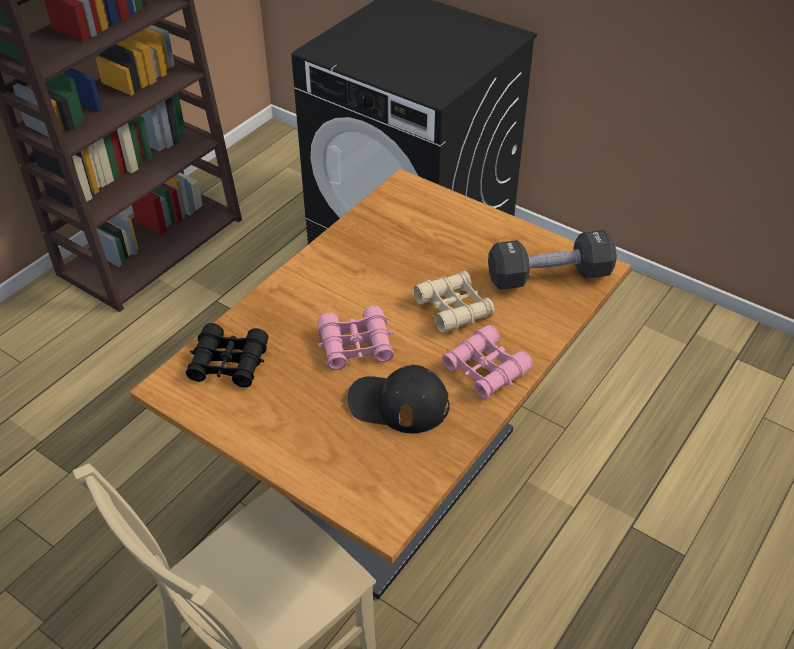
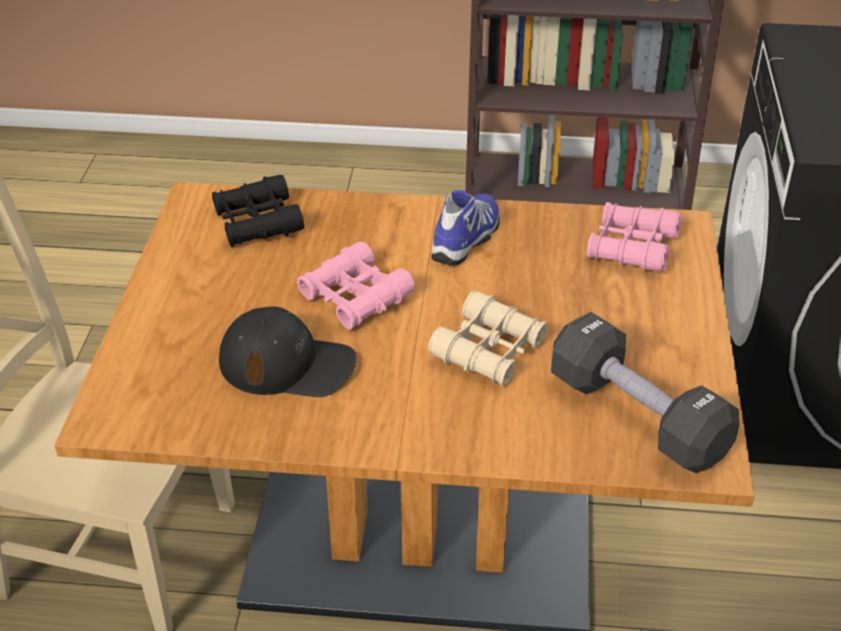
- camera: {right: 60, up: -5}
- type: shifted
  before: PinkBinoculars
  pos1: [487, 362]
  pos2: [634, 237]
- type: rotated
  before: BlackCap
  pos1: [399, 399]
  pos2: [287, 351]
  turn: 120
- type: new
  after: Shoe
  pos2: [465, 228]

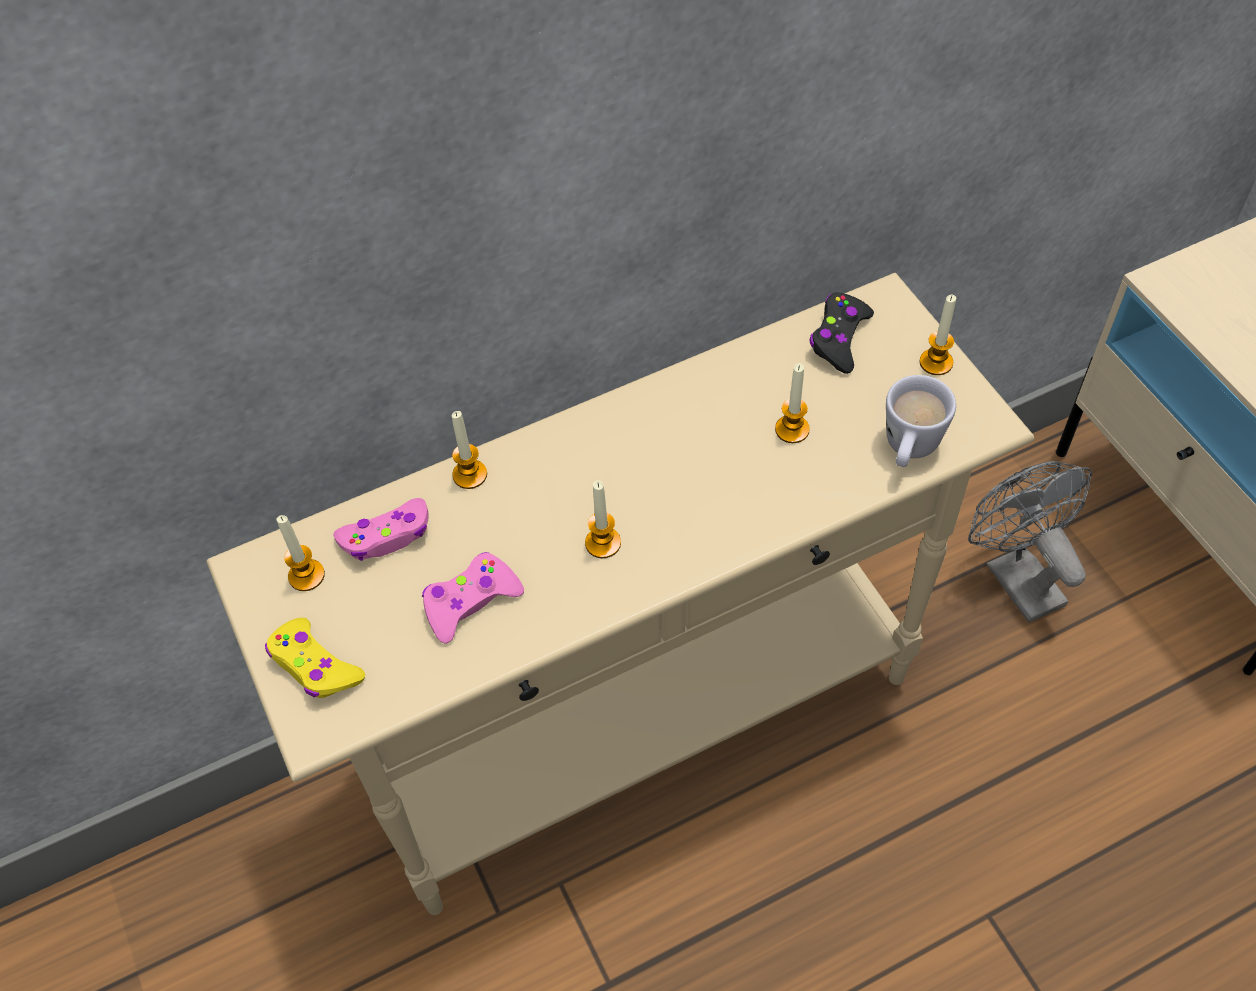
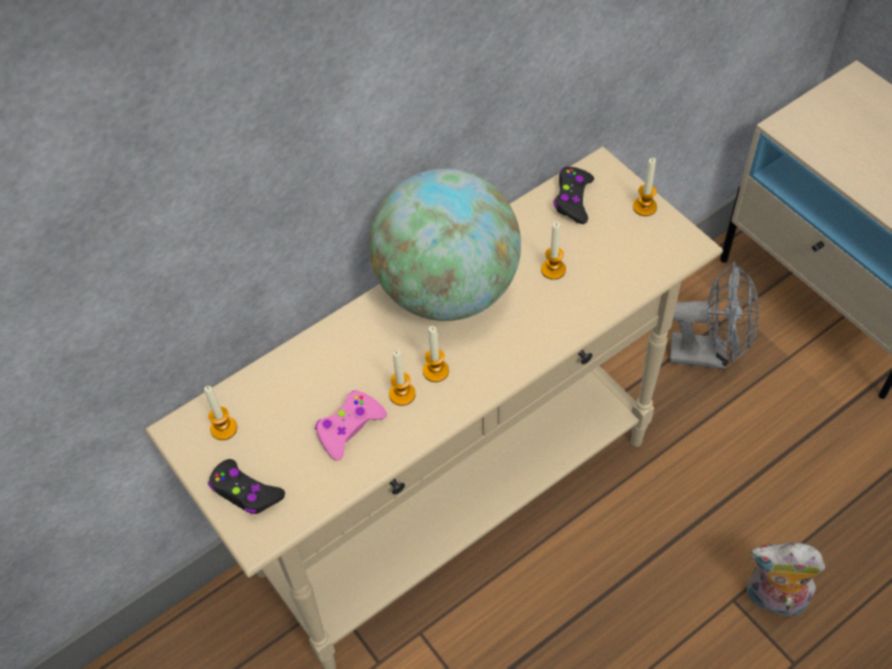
- camera: {right: -10, up: 0}
- type: gone
  before: WhiteMug
  pos1: [921, 421]
- type: shifted
  before: Candle
  pos1: [469, 450]
  pos2: [402, 378]
- type: rotated
  before: GreyFan
  pos1: [1030, 542]
  pos2: [714, 316]
  turn: 135
- type: gone
  before: PinkGameController
  pos1: [381, 529]
- type: repainted
  before: YellowGameController
  after: BlackGameController
  pos1: [315, 658]
  pos2: [246, 486]
- type: new
  after: Globe
  pos2: [445, 245]
- type: new
  after: PlushToy
  pos2: [786, 581]

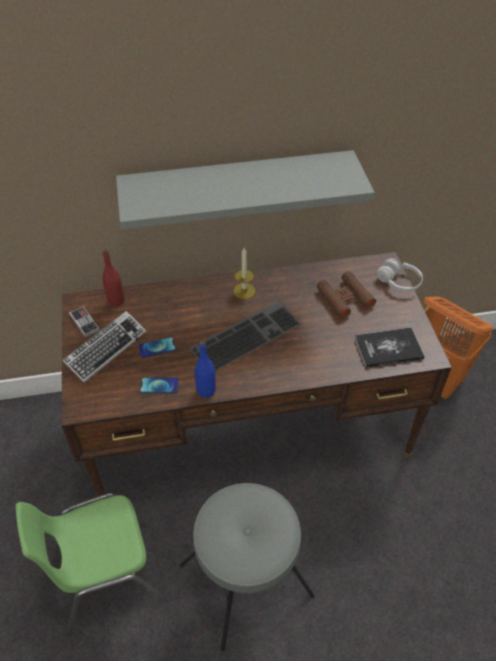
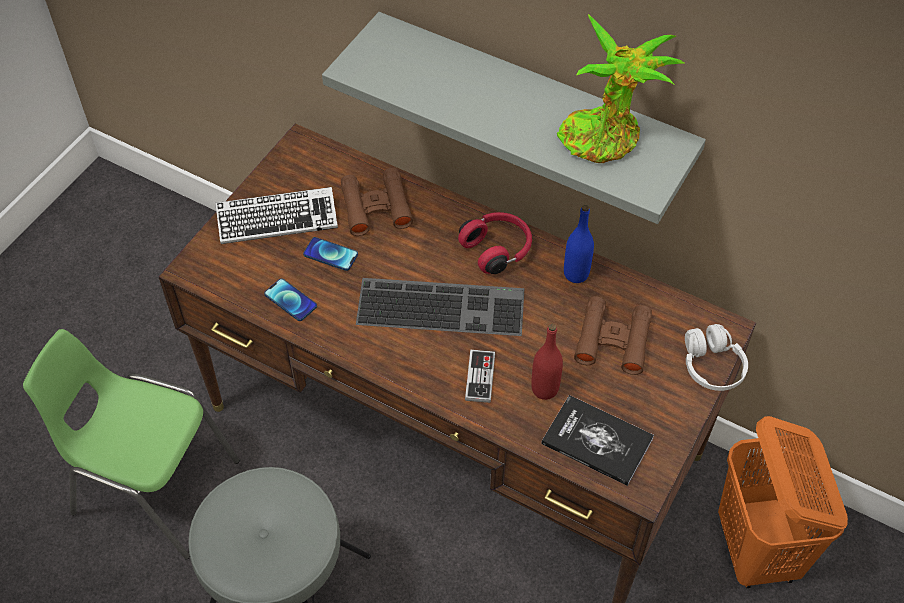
- camera: {right: 40, up: 5}
- type: swapped
  before: Candle
  after: RedHeadphones
  pos1: [244, 273]
  pos2: [495, 243]
- type: shifted
  before: RedBottle
  pos1: [113, 277]
  pos2: [547, 362]
- type: shifted
  before: GameController
  pos1: [84, 321]
  pos2: [480, 376]
- type: shifted
  before: BlueBottle
  pos1: [205, 369]
  pos2: [579, 244]
- type: new
  after: PottedPlant
  pos2: [620, 88]
- type: new
  after: BrownBinoculars
  pos2: [377, 202]

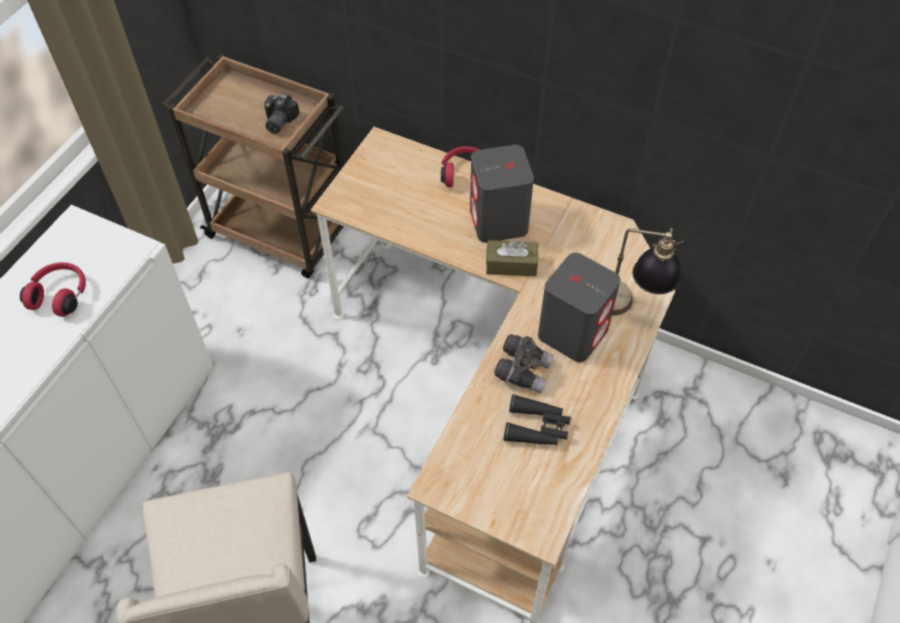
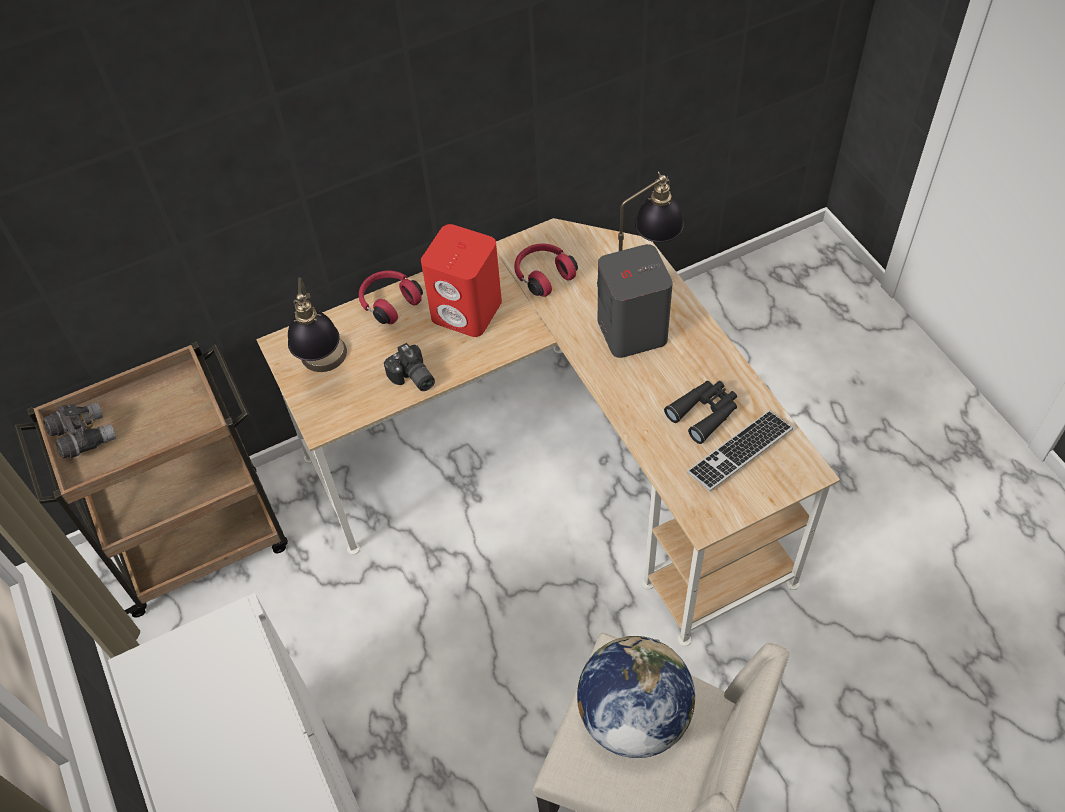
- camera: {right: -50, up: 0}
- type: shifted
  before: PhotoCamera
  pos1: [281, 114]
  pos2: [409, 367]
- type: repainted
  before: GreySpeaker
  after: RedSpeaker
  pos1: [502, 194]
  pos2: [461, 280]
- type: gone
  before: BrownTissueBox
  pos1: [512, 257]
- type: shifted
  before: RedHeadphones
  pos1: [53, 289]
  pos2: [546, 270]
- type: shifted
  before: GreyBinoculars
  pos1: [524, 363]
  pos2: [79, 431]
- type: new
  after: TableLamp
  pos2: [317, 324]
- type: new
  after: Keyboard
  pos2: [740, 450]
- type: new
  after: Globe
  pos2: [636, 697]

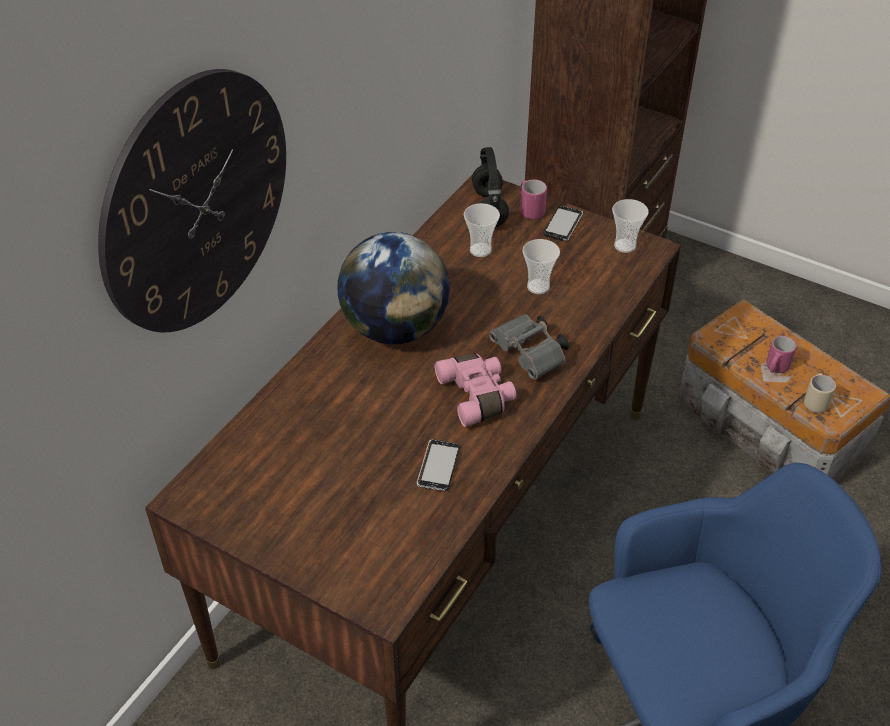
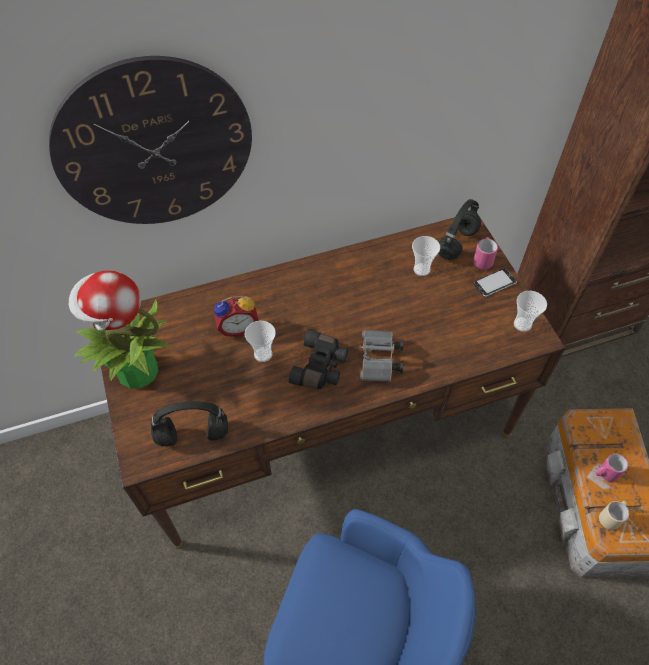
- camera: {right: 40, up: 10}
- type: gone
  before: Globe
  pos1: [394, 288]
- type: shifted
  before: Cup
  pos1: [541, 266]
  pos2: [260, 341]
- type: repainted
  before: PinkBinoculars
  after: BlackBinoculars
  pos1: [475, 390]
  pos2: [318, 359]
- type: gone
  before: Phone
  pos1: [438, 465]
- type: new
  after: PottedPlant
  pos2: [120, 330]
- type: new
  after: AlarmClock
  pos2: [236, 316]
- type: new
  after: BlackHeadphones
  pos2: [189, 423]

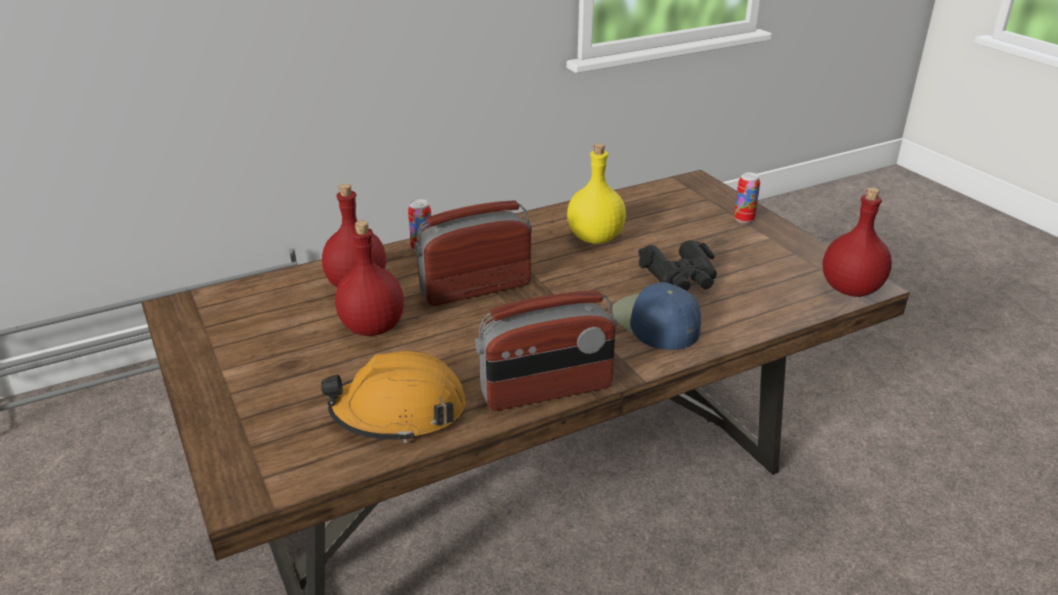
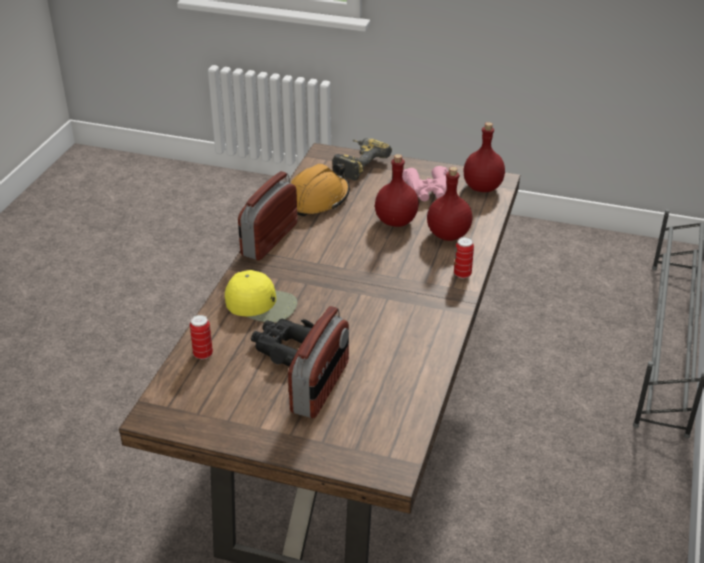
- camera: {right: 135, up: 5}
- type: gone
  before: YellowBottle
  pos1: [596, 193]
- type: shifted
  before: Can
  pos1: [747, 197]
  pos2: [201, 337]
- type: shifted
  before: RedBottle
  pos1: [857, 242]
  pos2: [484, 157]
- type: shifted
  before: Radio
  pos1: [473, 253]
  pos2: [318, 362]
- type: repainted
  before: BlueCap
  after: YellowCap
  pos1: [656, 316]
  pos2: [261, 296]
- type: new
  after: PowerDrill
  pos2: [362, 159]
- type: new
  after: PinkBinoculars
  pos2: [425, 183]

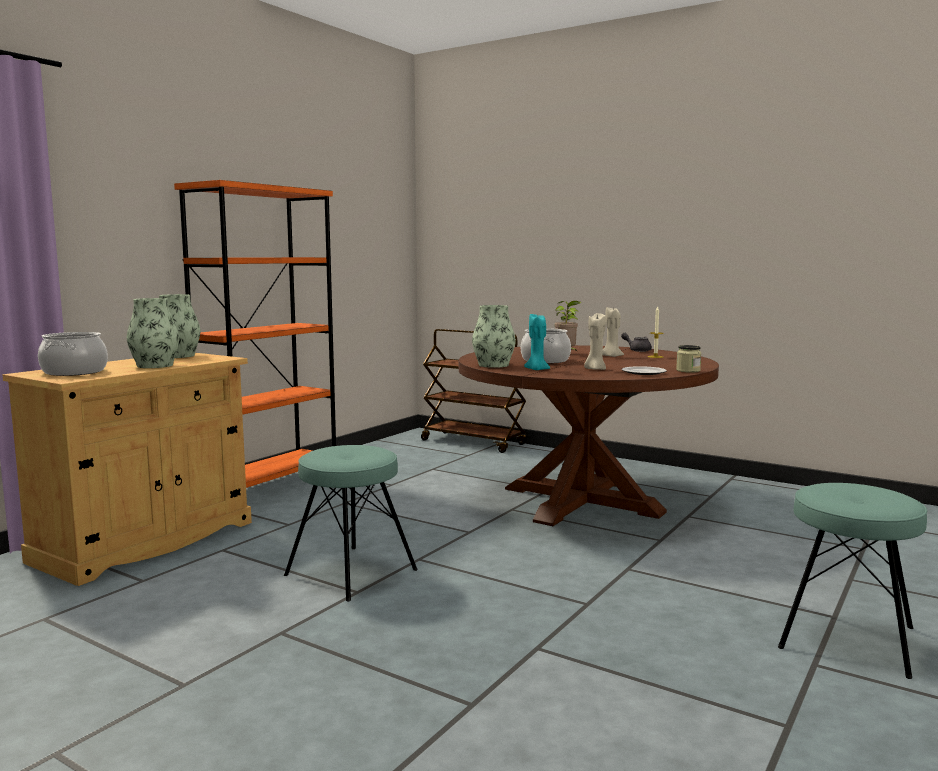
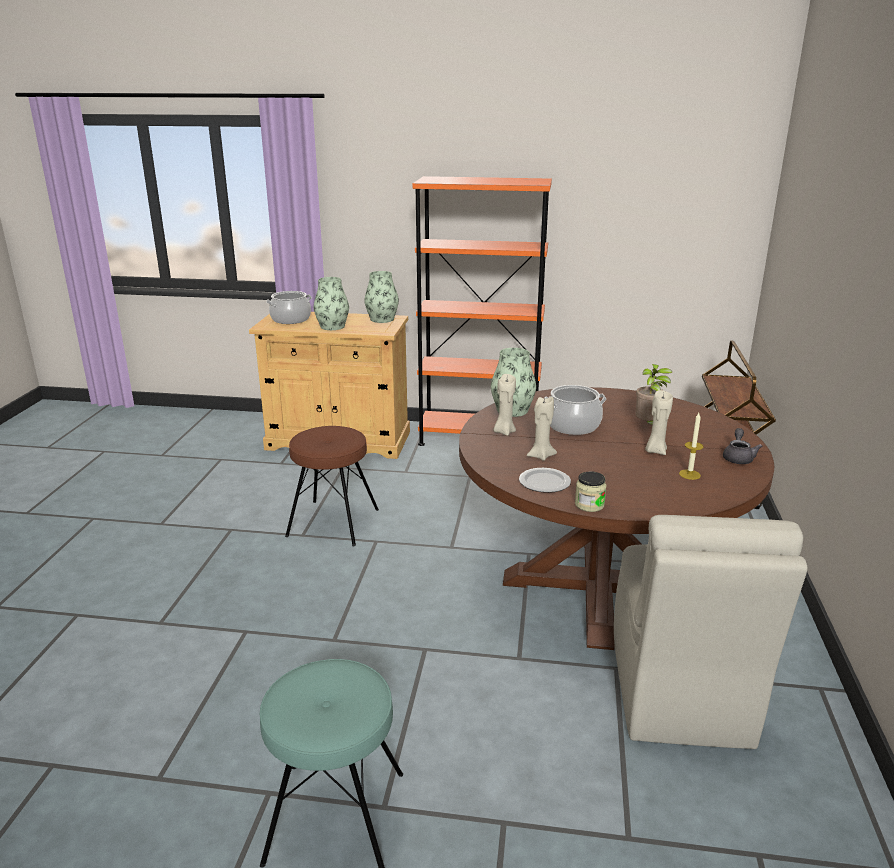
- camera: {right: 65, up: 15}
- type: repainted
  before: TurquoiseCandle
  after: BeigeCandle
  pos1: [537, 342]
  pos2: [505, 405]
- type: repainted
  before: TurquoiseStool
  after: BrownStool
  pos1: [350, 523]
  pos2: [332, 486]
- type: new
  after: BeigeChair
  pos2: [711, 632]

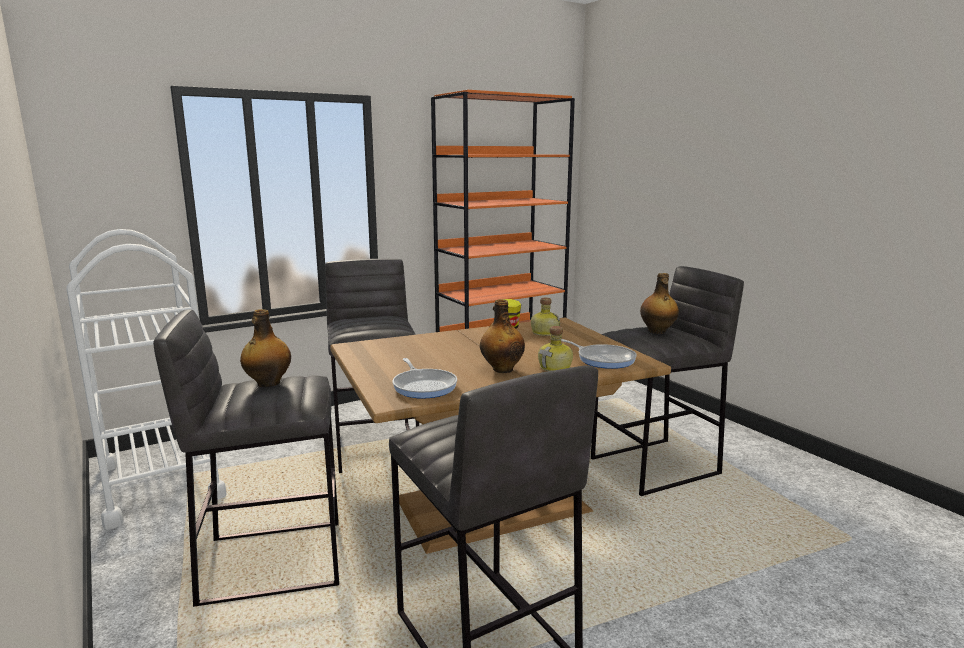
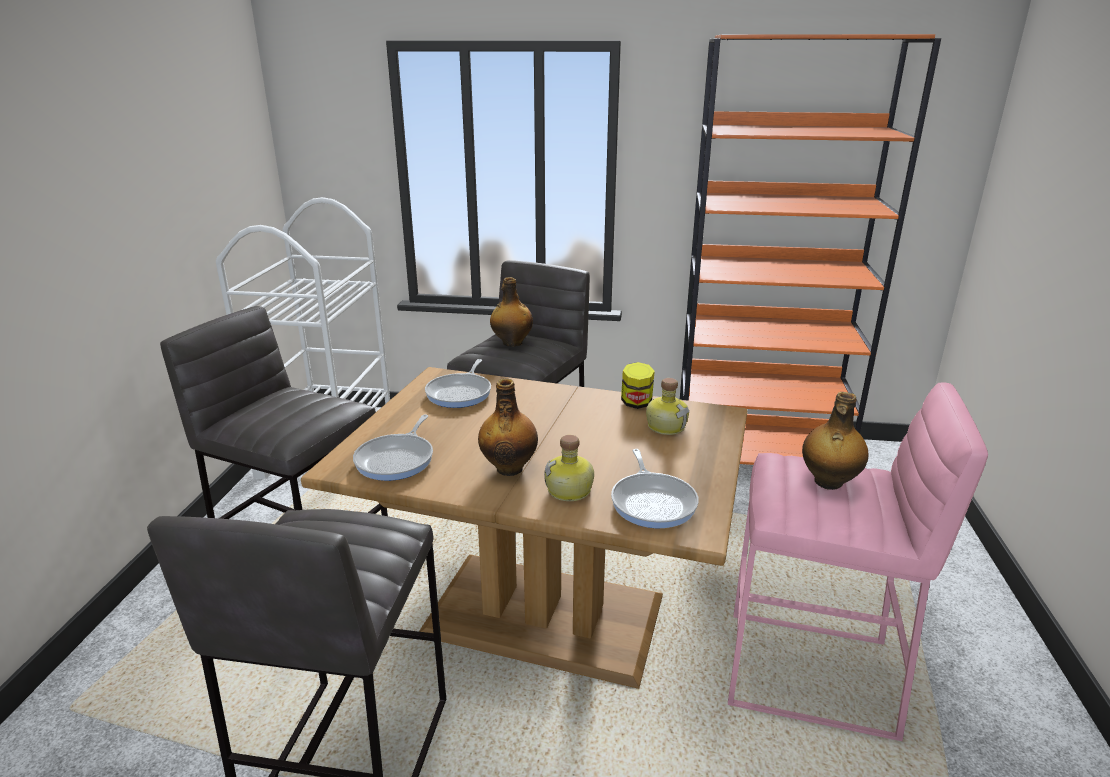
- camera: {right: 40, up: 10}
- type: repainted
  before: GreyStool
  after: PinkStool
  pos1: [667, 381]
  pos2: [858, 561]
- type: shifted
  before: Bottle
  pos1: [265, 348]
  pos2: [511, 312]
- type: new
  after: FryingPan
  pos2: [458, 383]

